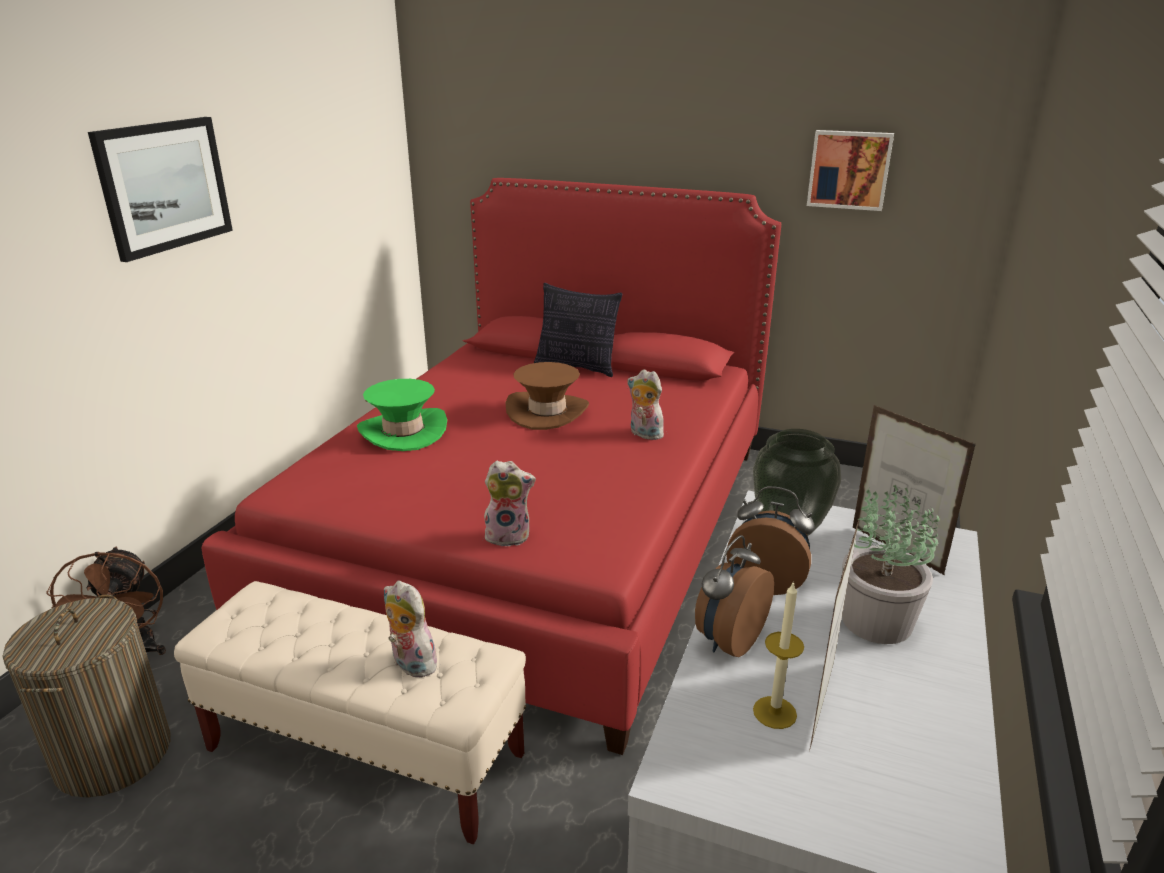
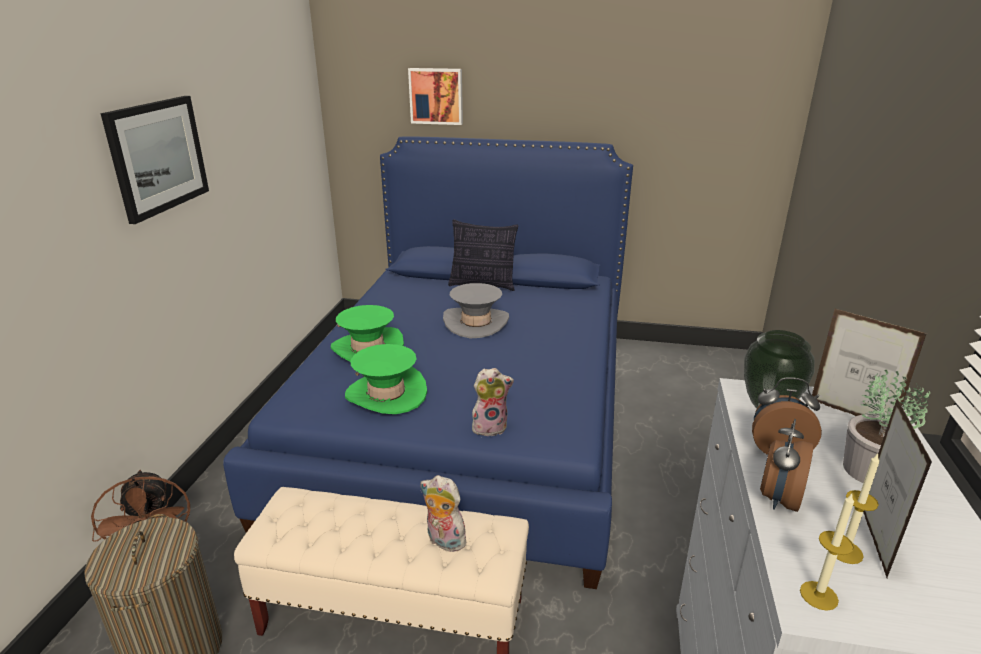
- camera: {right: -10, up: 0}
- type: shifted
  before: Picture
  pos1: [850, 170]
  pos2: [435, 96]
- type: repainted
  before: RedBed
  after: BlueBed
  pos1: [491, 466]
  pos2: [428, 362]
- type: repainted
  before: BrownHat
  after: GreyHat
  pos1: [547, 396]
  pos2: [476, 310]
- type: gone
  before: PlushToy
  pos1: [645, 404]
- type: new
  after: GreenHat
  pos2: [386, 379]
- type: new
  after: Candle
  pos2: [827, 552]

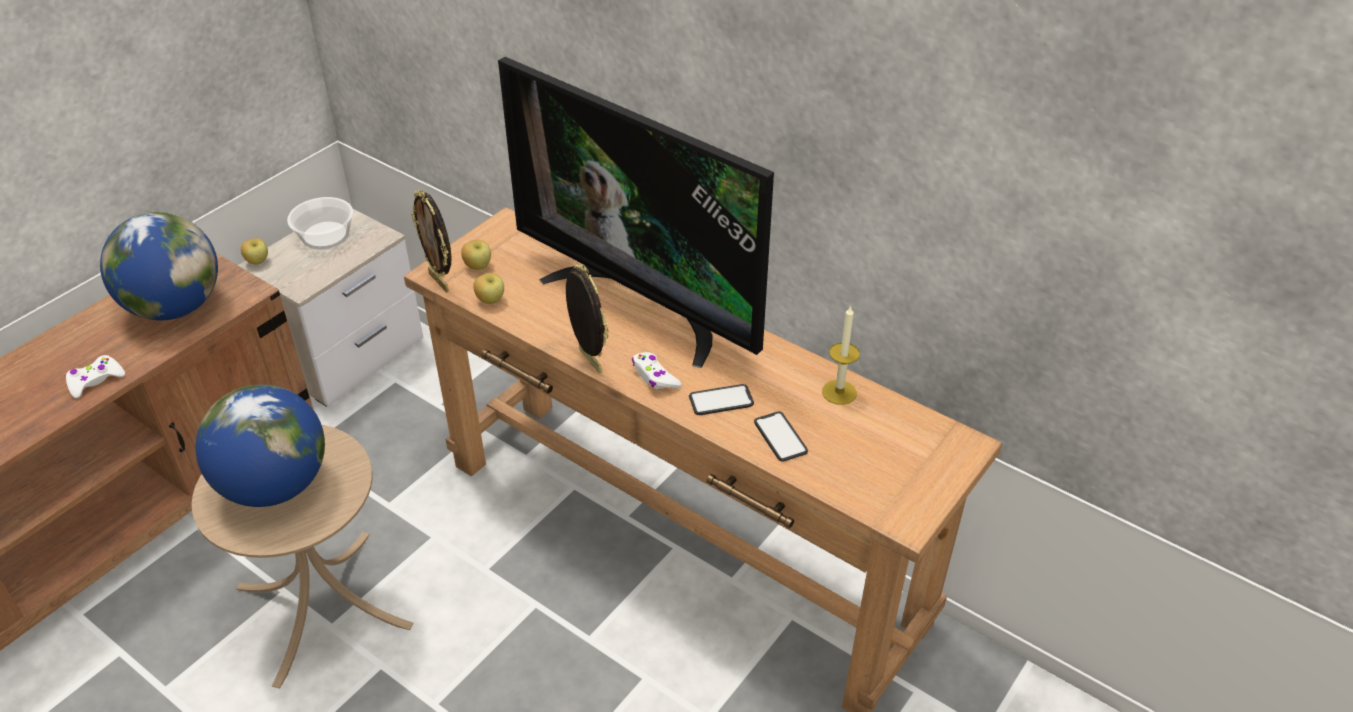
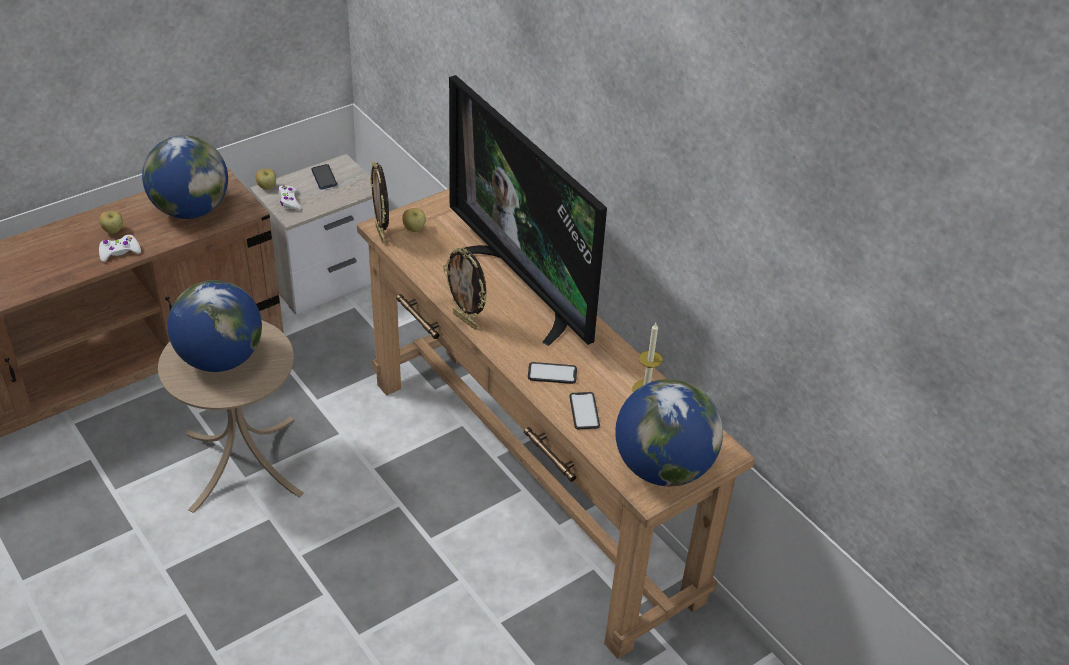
- camera: {right: 15, up: 0}
- type: swapped
  before: Bowl
  after: Phone
  pos1: [320, 223]
  pos2: [324, 177]
- type: rotated
  before: PictureFrame
  pos1: [587, 318]
  pos2: [465, 288]
  turn: 150
- type: shifted
  before: Apple
  pos1: [488, 288]
  pos2: [111, 222]
- type: shifted
  before: WhiteGameController
  pos1: [656, 370]
  pos2: [290, 198]
- type: new
  after: Globe
  pos2: [669, 432]

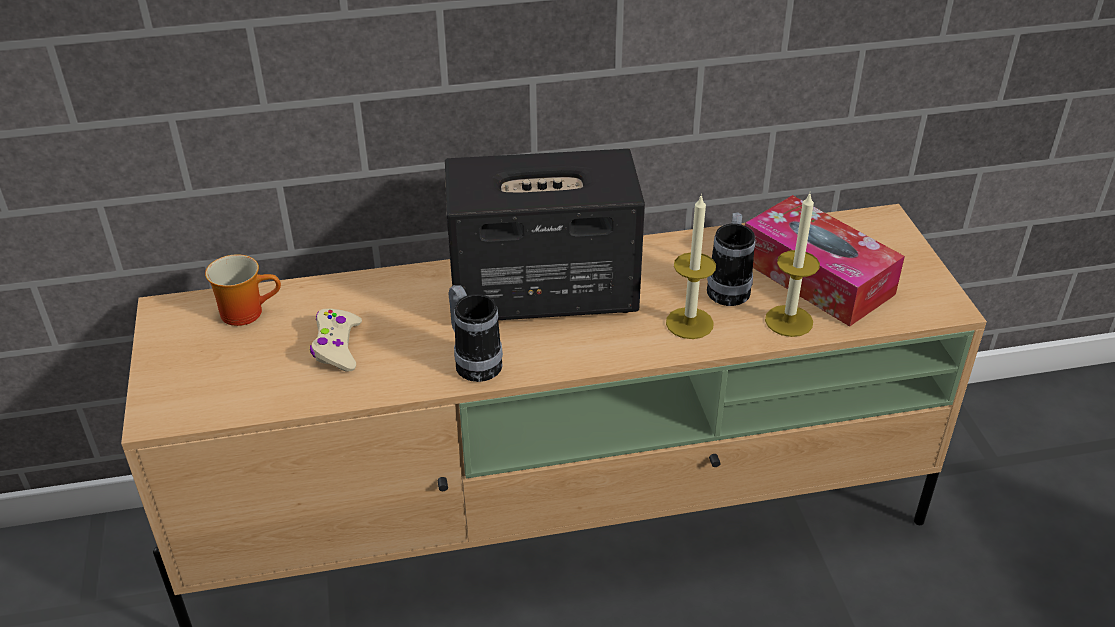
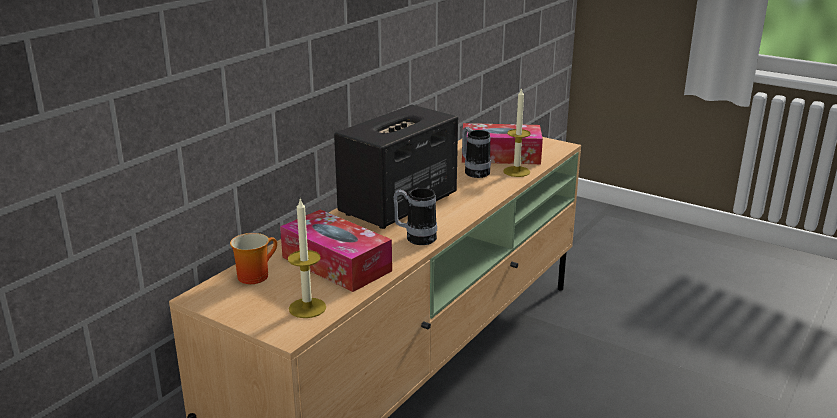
- camera: {right: -45, up: -15}
- type: shifted
  before: Candle
  pos1: [691, 266]
  pos2: [307, 258]
- type: swapped
  before: BeigeGameController
  after: TissueBox
  pos1: [336, 340]
  pos2: [336, 250]

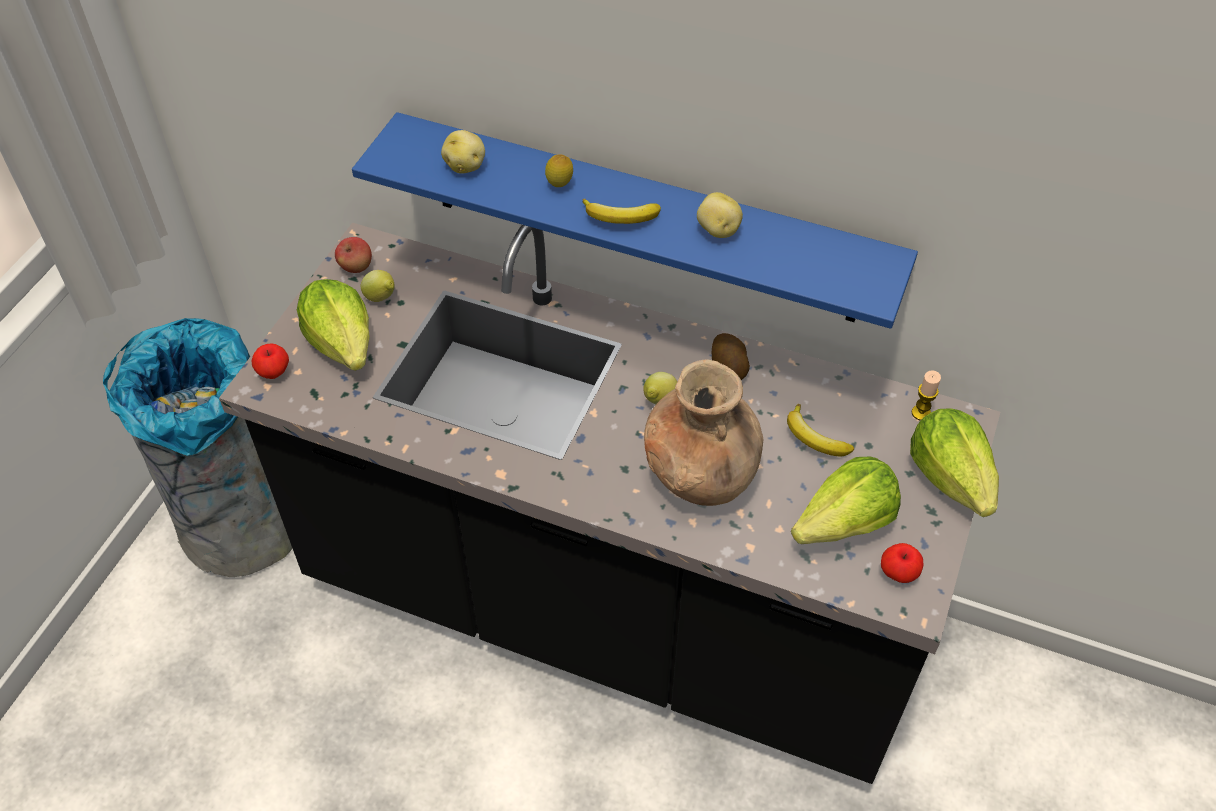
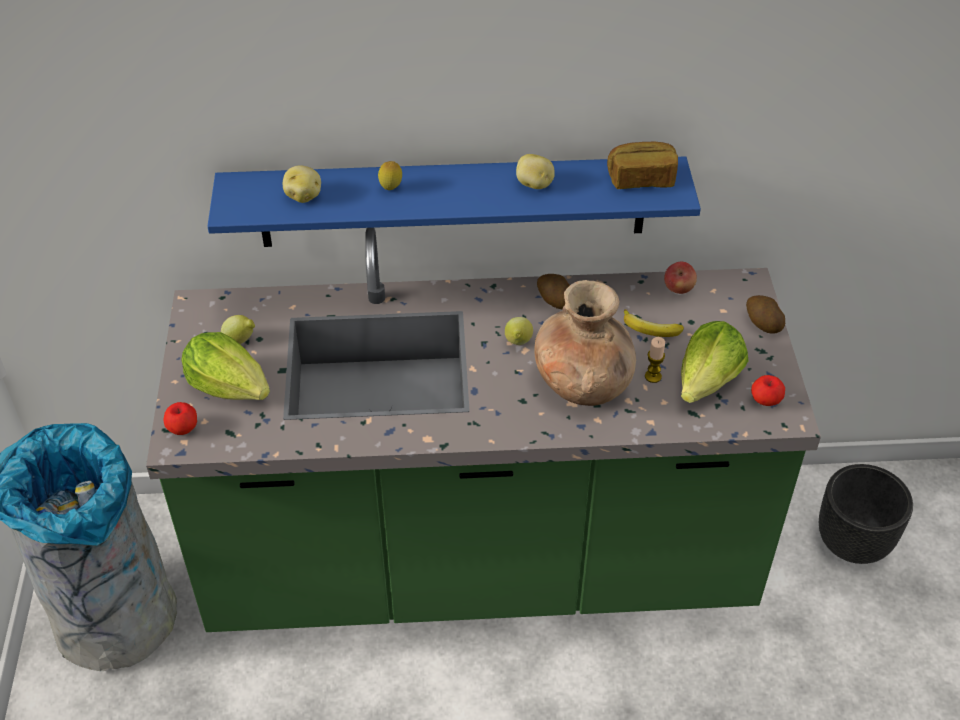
- camera: {right: -25, up: -5}
- type: gone
  before: Banana
  pos1: [622, 211]
- type: repainted
  before: BlackCounter
  after: GreenCounter
  pos1: [609, 503]
  pos2: [483, 430]
- type: shifted
  before: Apple
  pos1: [353, 255]
  pos2: [680, 278]
- type: shifted
  before: Candle
  pos1: [926, 395]
  pos2: [655, 360]
- type: swapped
  before: Lettuce
  after: Potato
  pos1: [954, 463]
  pos2: [765, 314]
- type: new
  after: Bread
  pos2: [642, 165]
- type: new
  after: BlackPlanter
  pos2: [866, 514]

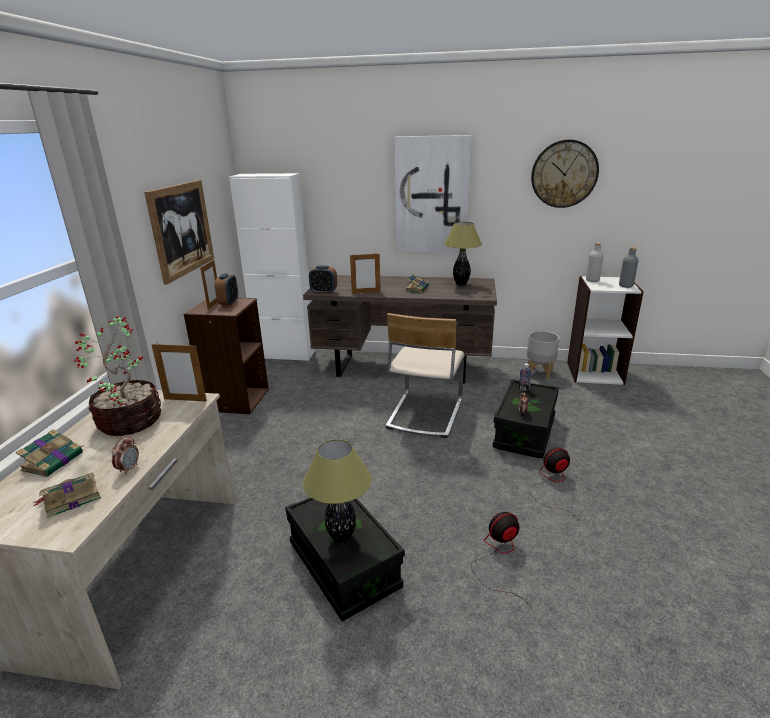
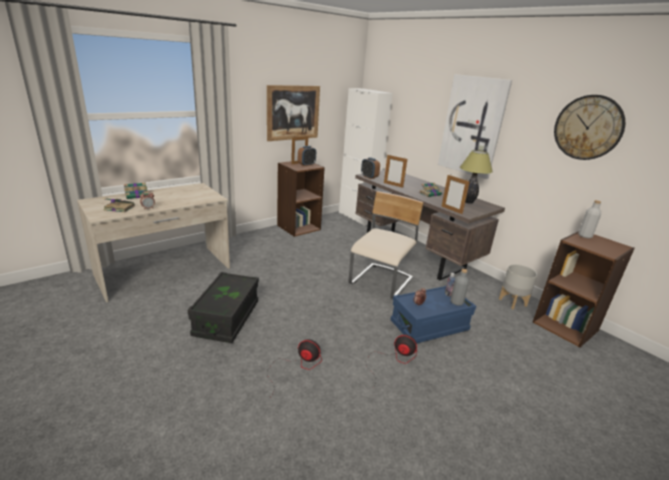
- camera: {right: 40, up: 0}
- type: shifted
  before: GreyBottle
  pos1: [628, 267]
  pos2: [460, 287]
- type: repainted
  before: WhiteBookcase
  after: BrownBookcase
  pos1: [605, 330]
  pos2: [584, 289]
- type: rotated
  before: BeigeChair
  pos1: [425, 375]
  pos2: [386, 245]
  turn: 150
- type: gone
  before: PottedPlant
  pos1: [117, 376]
- type: shifted
  before: PictureFrame
  pos1: [179, 372]
  pos2: [455, 194]
- type: repainted
  before: BlackStorageBox
  after: BlueStorageBox
  pos1: [526, 418]
  pos2: [433, 314]
- type: gone
  before: TableLamp
  pos1: [337, 491]

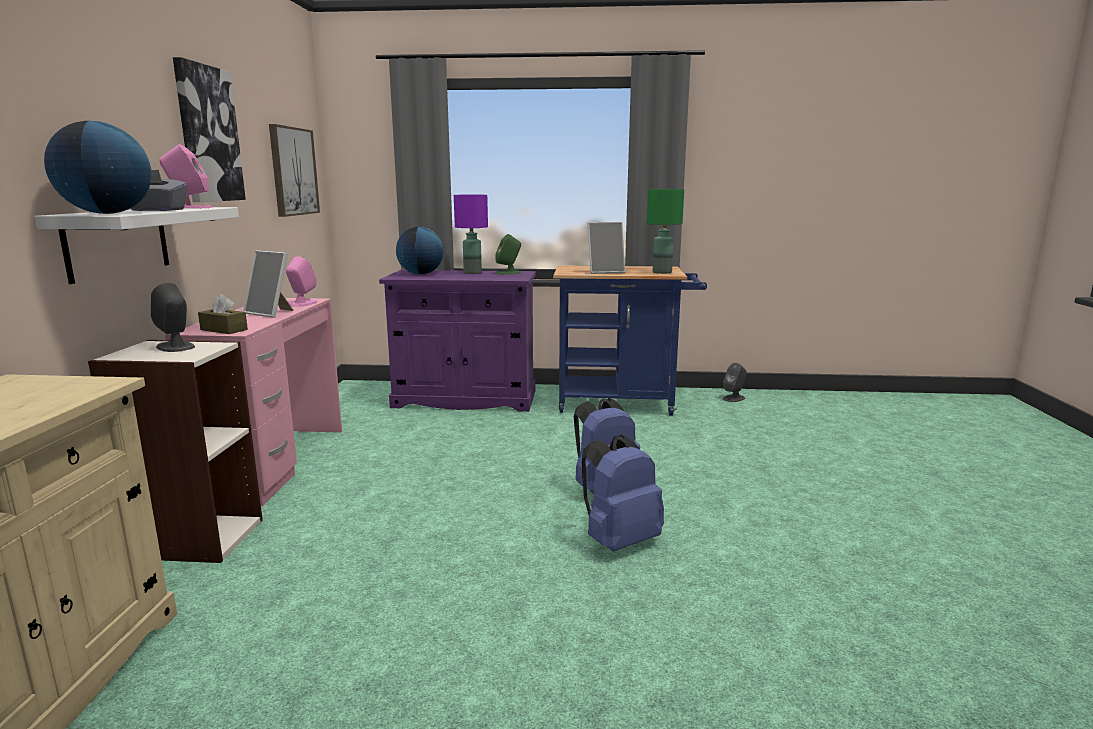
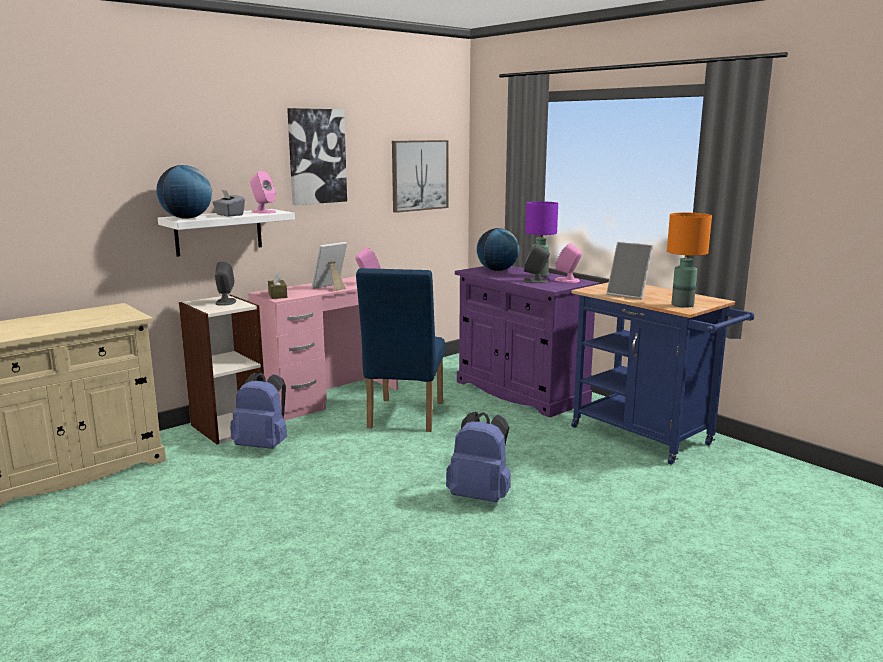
- camera: {right: 45, up: 0}
- type: repainted
  before: GreenTableLamp
  after: OrangeTableLamp
  pos1: [665, 231]
  pos2: [689, 260]
- type: repainted
  before: GreenSpeaker
  after: PinkSpeaker
  pos1: [508, 254]
  pos2: [568, 263]
- type: rotated
  before: PictureFrame
  pos1: [268, 284]
  pos2: [329, 266]
  turn: 60
- type: shifted
  before: GreySpeaker
  pos1: [734, 382]
  pos2: [536, 263]
- type: shifted
  before: BlueBackpack
  pos1: [623, 493]
  pos2: [258, 411]
- type: new
  after: BlueChair
  pos2: [400, 350]

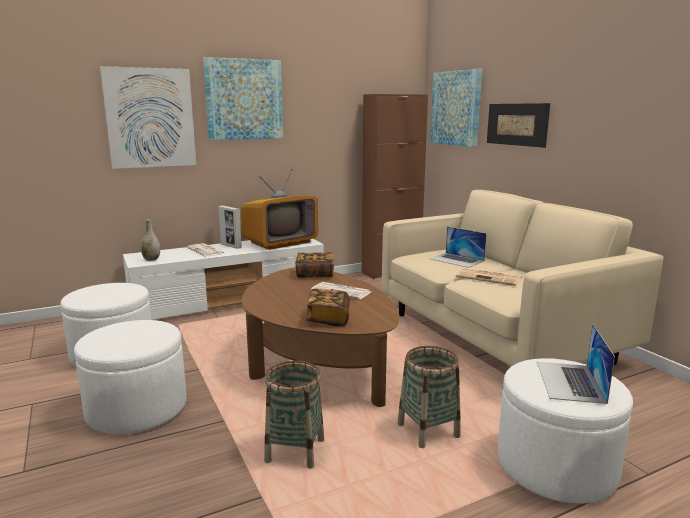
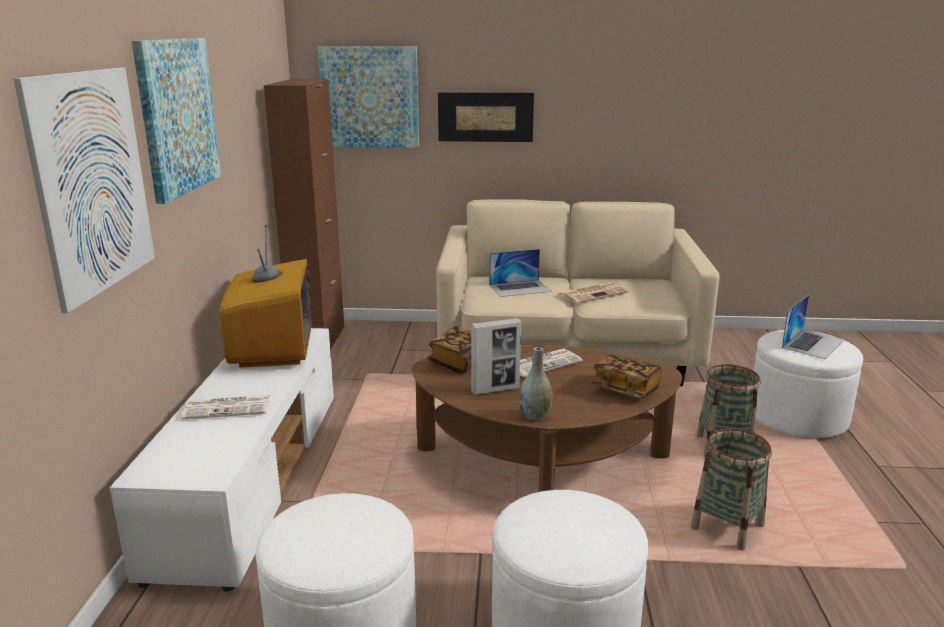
- camera: {right: -60, up: 5}
- type: shifted
  before: PictureFrame
  pos1: [230, 227]
  pos2: [496, 356]
- type: shifted
  before: GreyVase
  pos1: [150, 240]
  pos2: [536, 383]
- type: rotated
  before: Laptop
  pos1: [576, 364]
  pos2: [813, 327]
  turn: -90

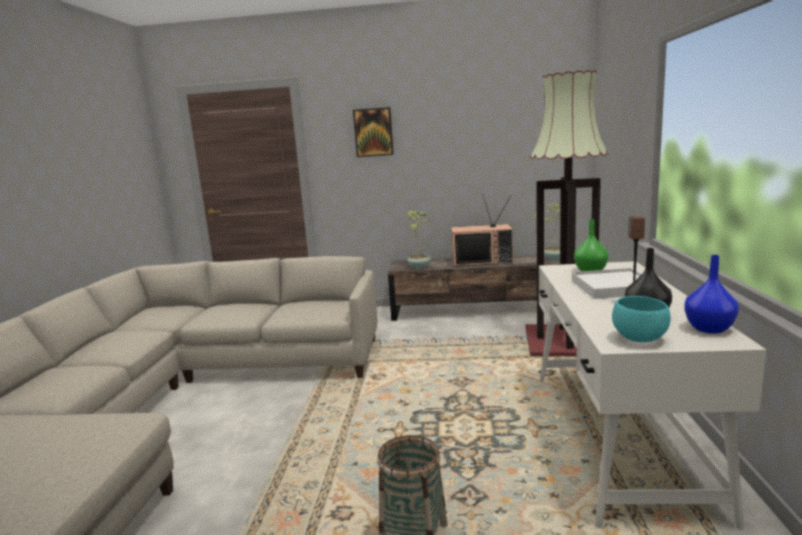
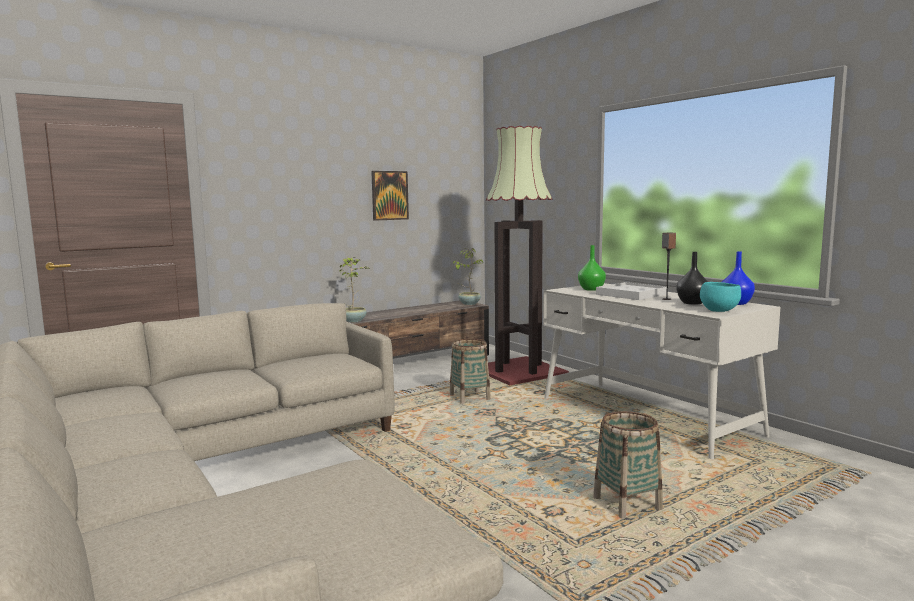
- camera: {right: -40, up: -5}
- type: shifted
  before: Picture
  pos1: [373, 132]
  pos2: [390, 196]
- type: gone
  before: Television
  pos1: [482, 230]
- type: new
  after: Basket
  pos2: [470, 371]

